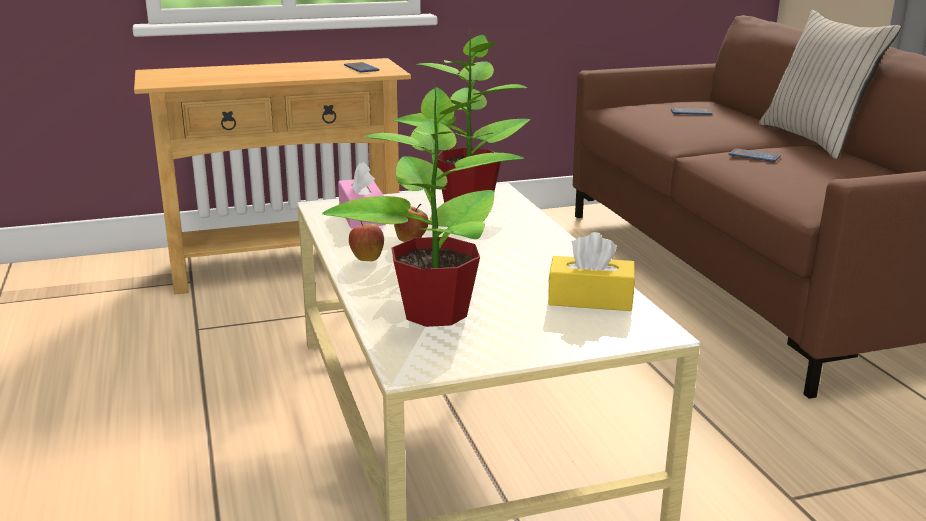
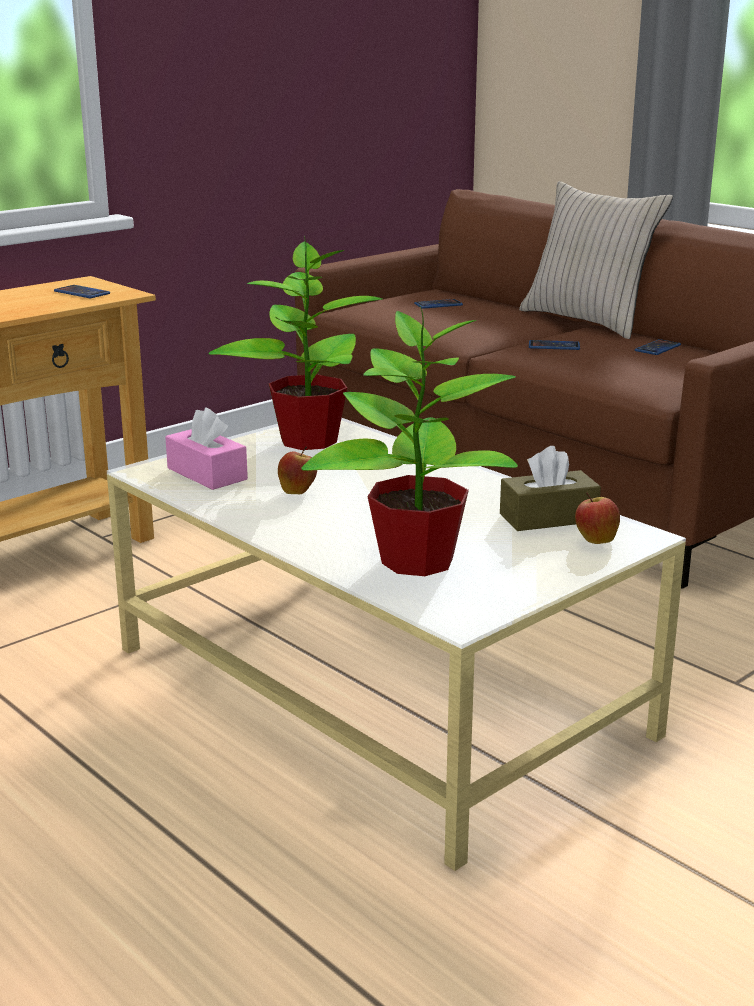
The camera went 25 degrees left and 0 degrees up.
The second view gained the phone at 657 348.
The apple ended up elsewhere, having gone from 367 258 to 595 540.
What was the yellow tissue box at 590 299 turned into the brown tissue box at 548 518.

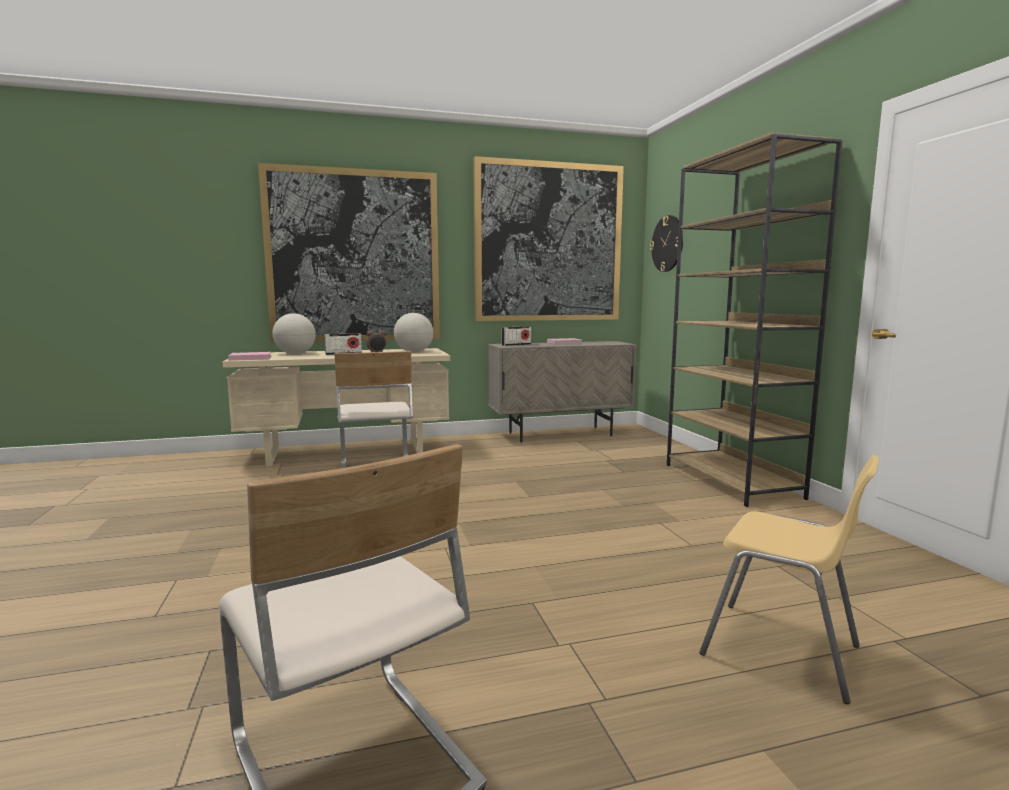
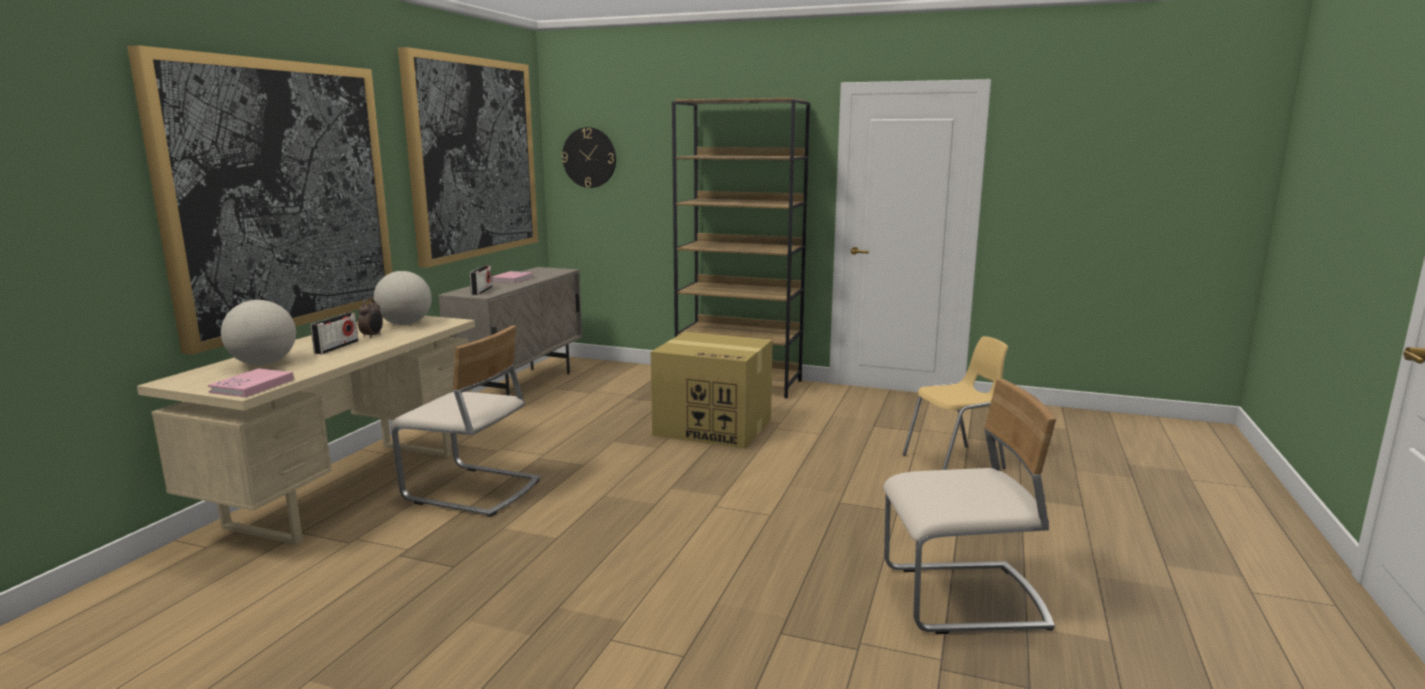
The camera went 55 degrees left and 5 degrees up.
The second view gained the cardboard box at 714 427.

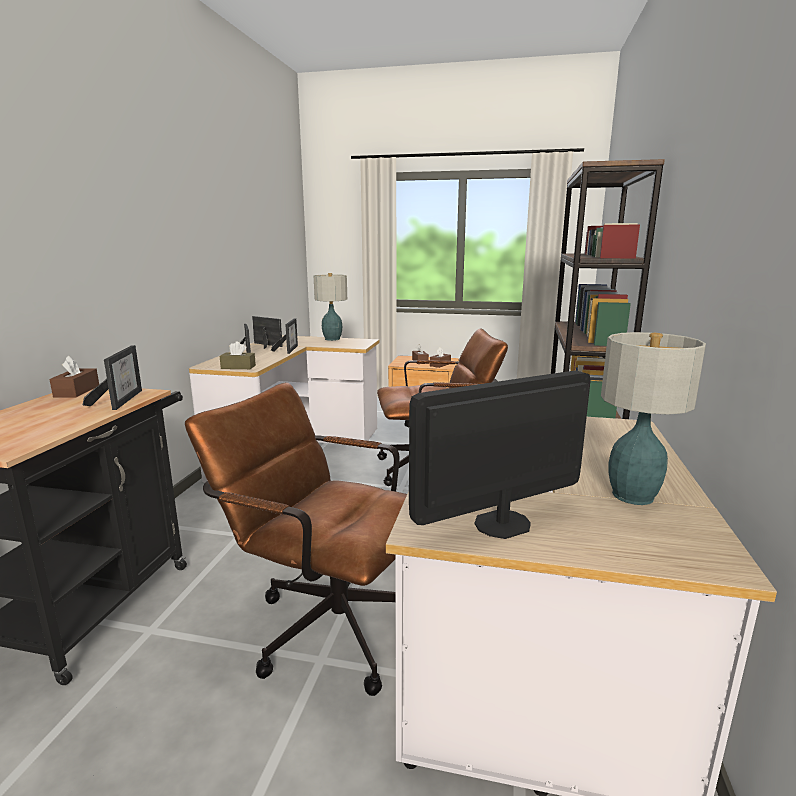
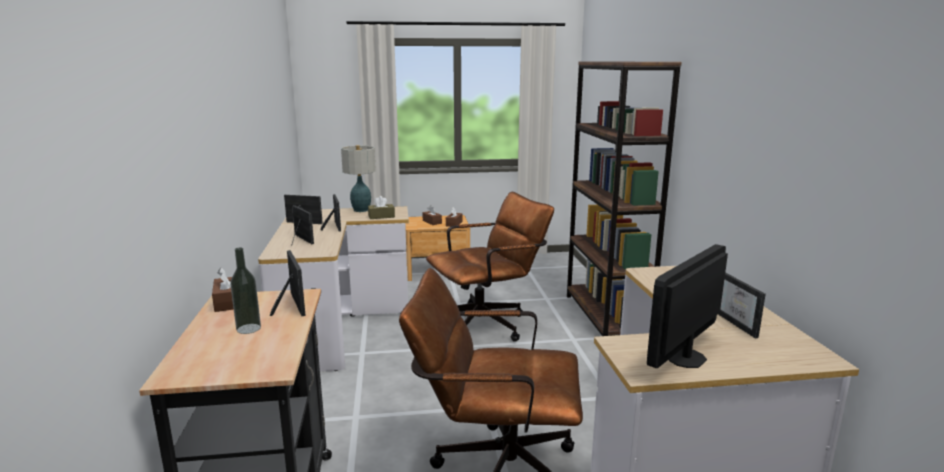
The camera went 20 degrees left and 0 degrees up.
The second view gained the bottle at 248 328.
The brown tissue box ended up elsewhere, having gone from 238 367 to 381 216.
Where the table lamp stood at 633 496, the picture frame came to stand at 741 324.

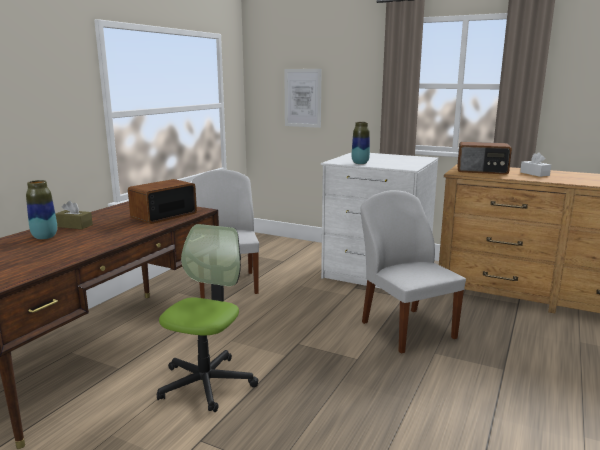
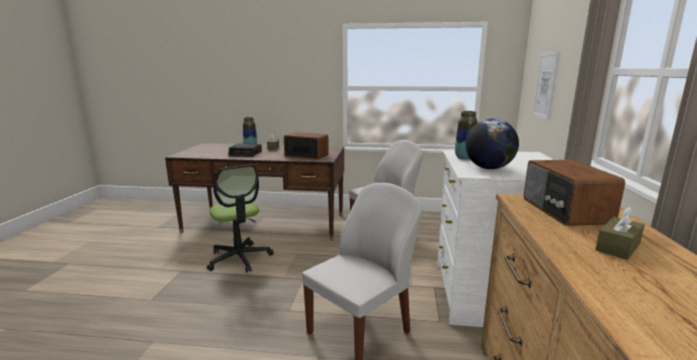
The camera went 70 degrees right and 0 degrees up.
The second view gained the alarm clock at 246 153.
The second view gained the globe at 488 168.
What was the white tissue box at 534 174 turned into the brown tissue box at 618 247.
The office chair at 206 383 ended up facing another way, 60 degrees clockwise from before.

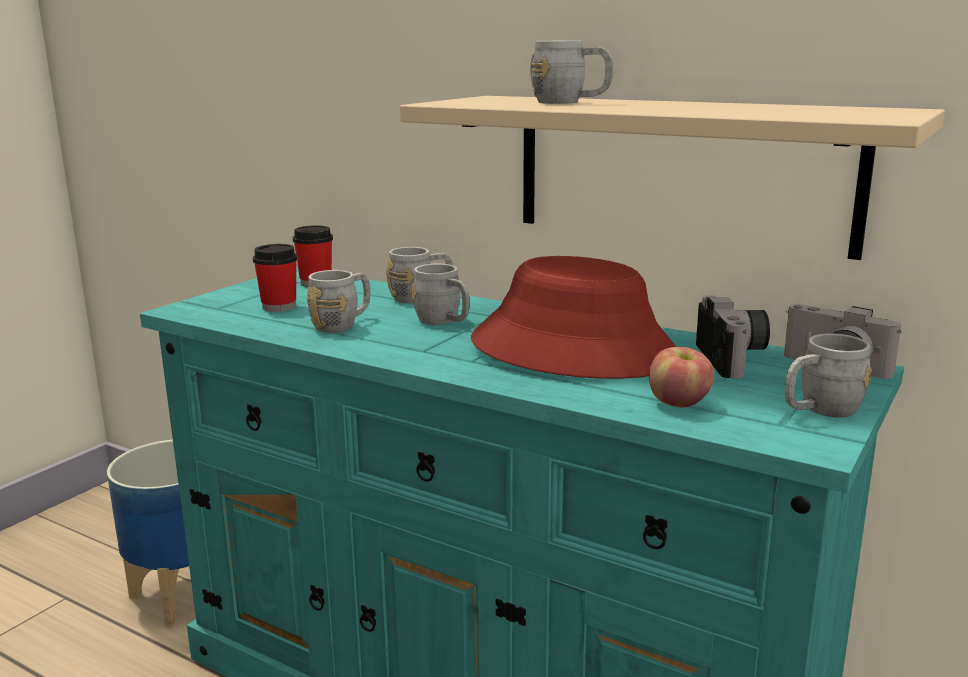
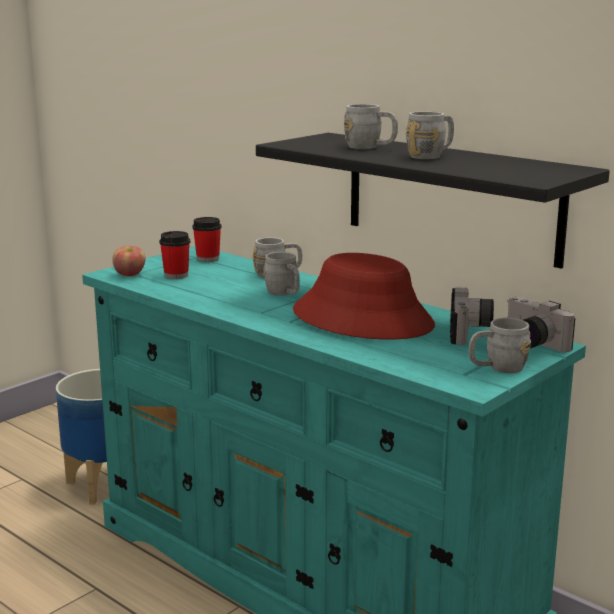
The camera went 10 degrees right and 0 degrees up.
The grey mug ended up elsewhere, having gone from 343 324 to 431 155.
The apple ended up elsewhere, having gone from 679 403 to 130 275.
What was the beige shelf at 681 171 turned into the black shelf at 451 197.

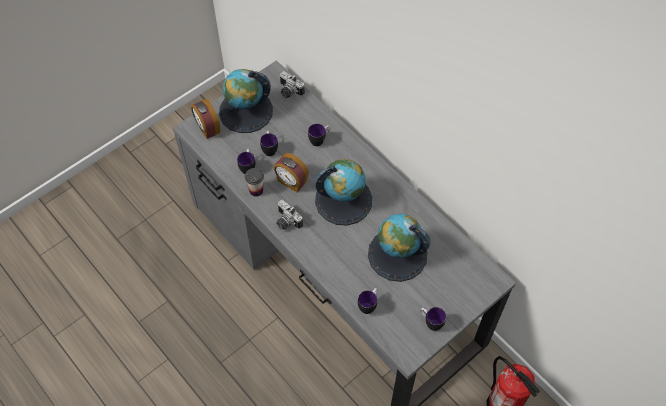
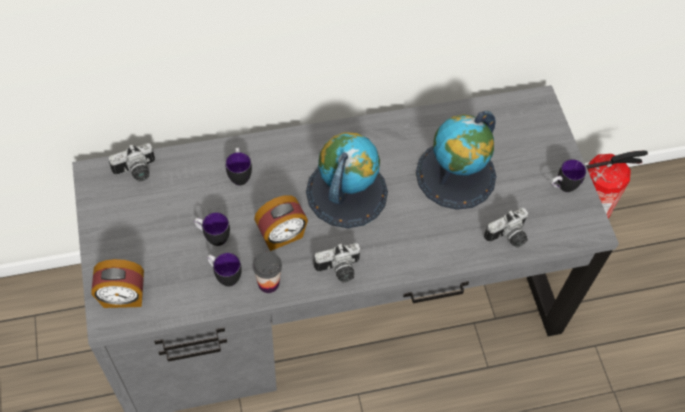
The camera went 65 degrees left and 0 degrees up.
The second view lost the globe at 246 111.
Where the mug stood at 368 305, the photo camera came to stand at 508 237.

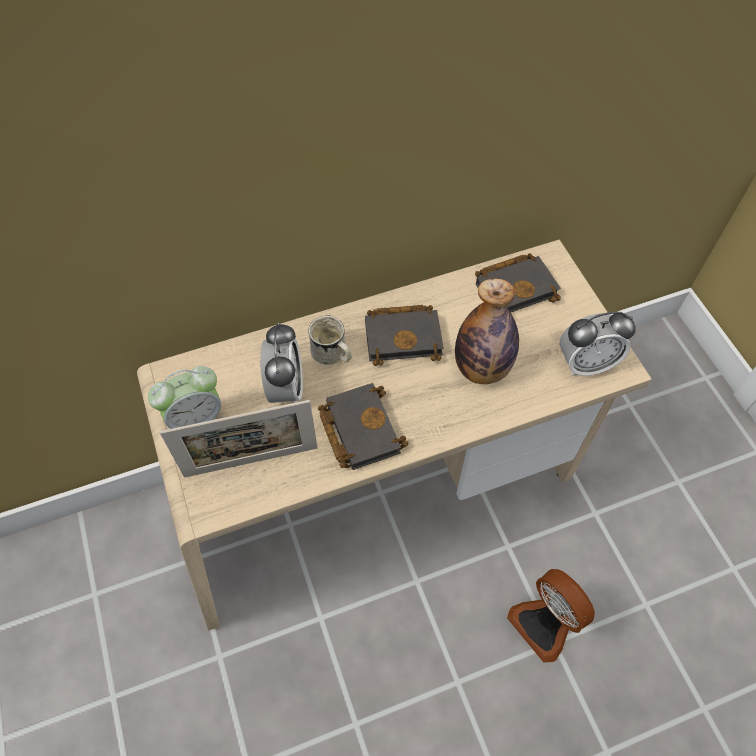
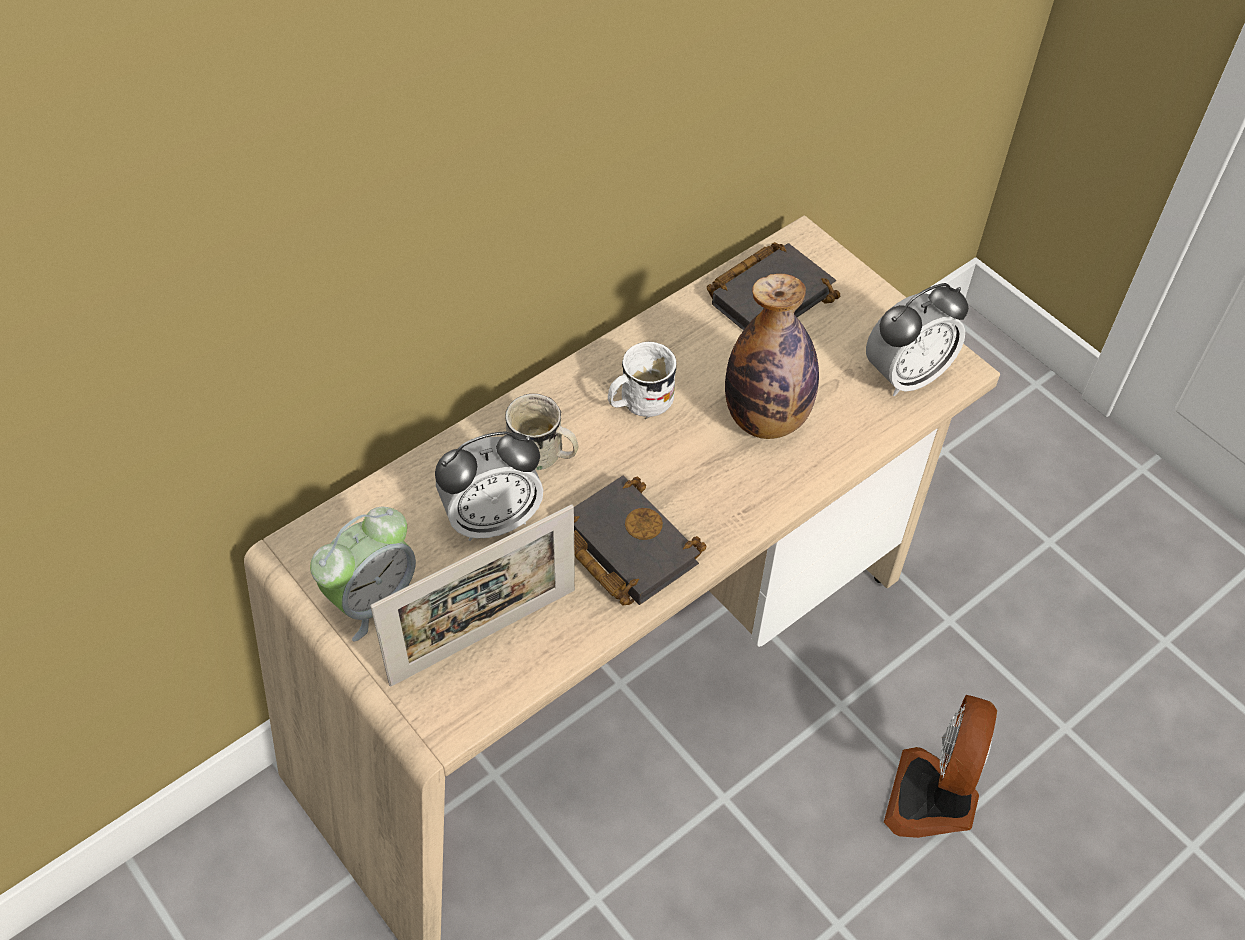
The camera went 20 degrees left and 5 degrees down.
Where the black book stood at 405 336, the white mug came to stand at 638 402.
The alarm clock at 286 388 ended up facing another way, 90 degrees clockwise from before.
The fan at 544 623 ended up facing another way, 75 degrees clockwise from before.

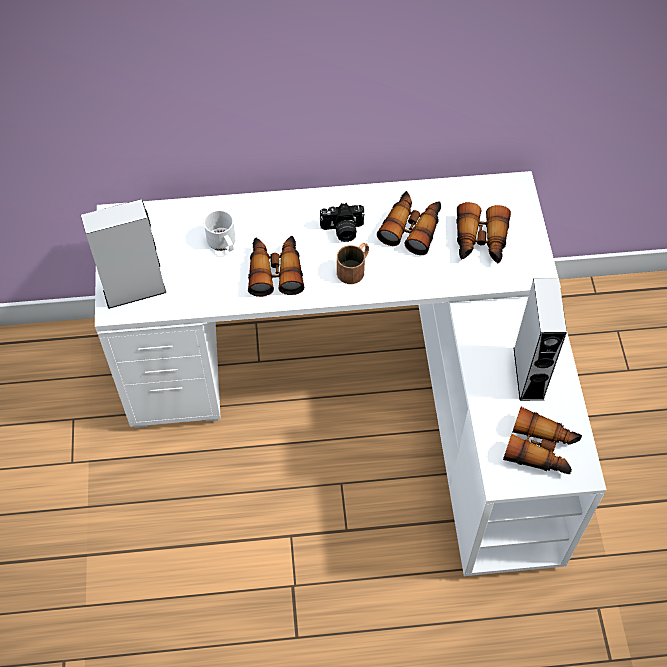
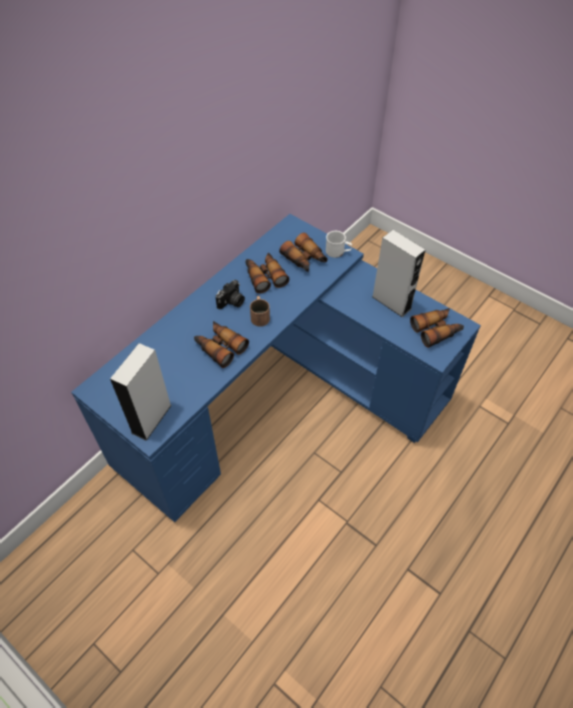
The camera went 45 degrees left and 5 degrees down.
The white mug ended up elsewhere, having gone from 223 243 to 338 252.
What was the white desk at 369 390 turned into the blue desk at 278 398.

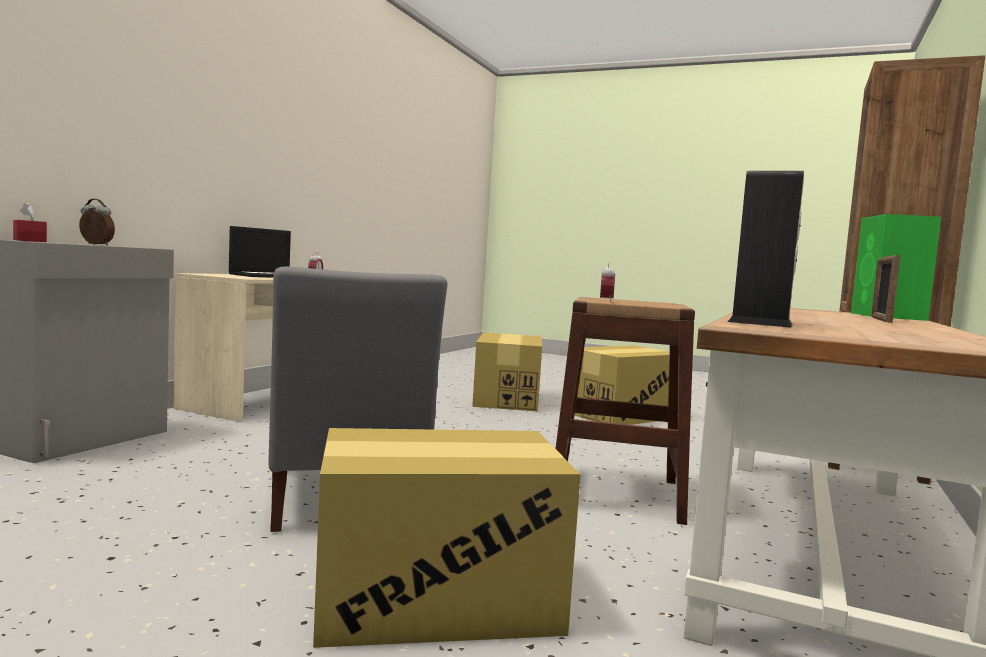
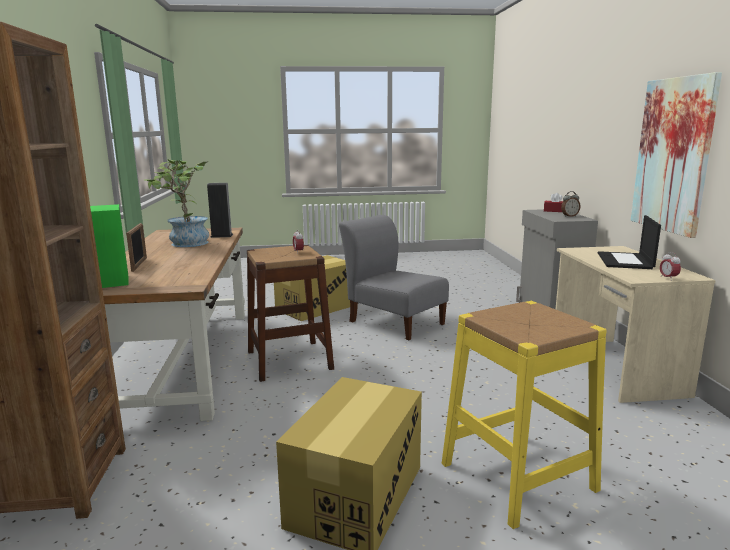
The camera went 150 degrees right and 10 degrees up.
The second view gained the potted plant at 185 244.
The second view gained the picture at 673 155.
Where the cardboard box stood at 506 399, the yellow stool came to stand at 517 476.

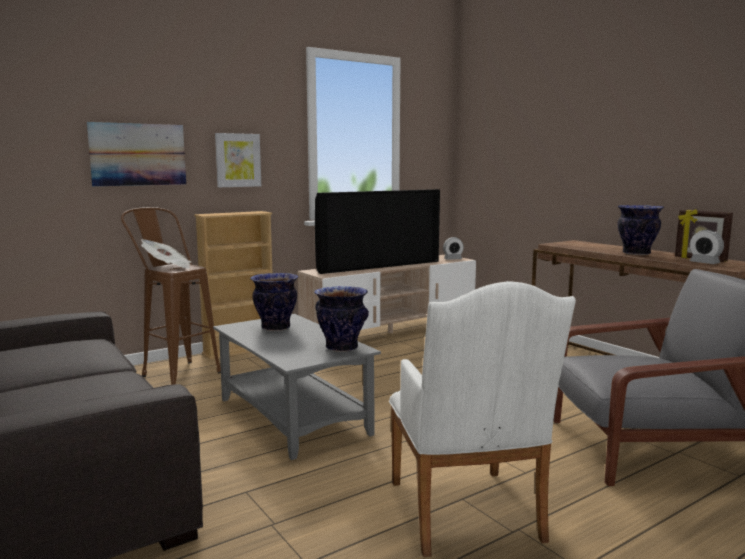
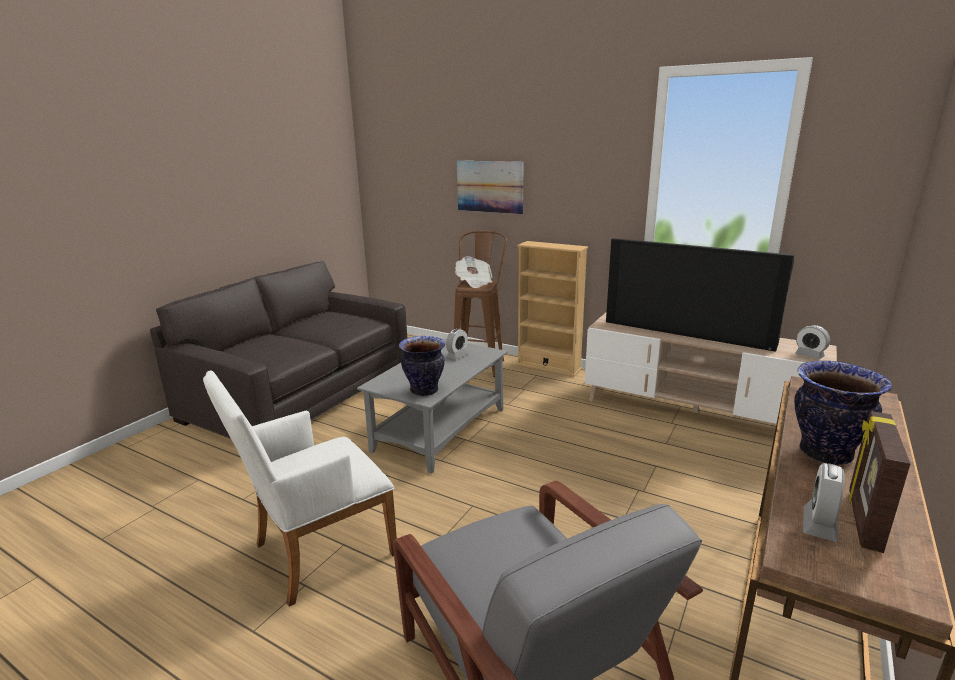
The camera went 65 degrees right and 10 degrees up.
The second view lost the picture at 238 160.
Where the vase stood at 275 328, the alarm clock came to stand at 457 356.

